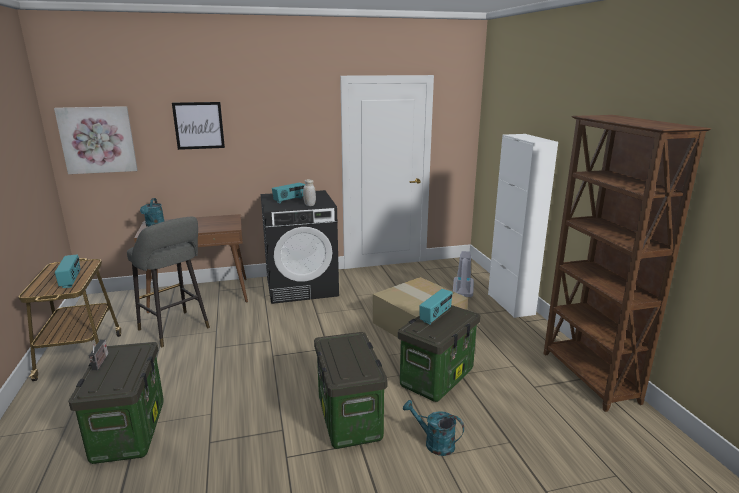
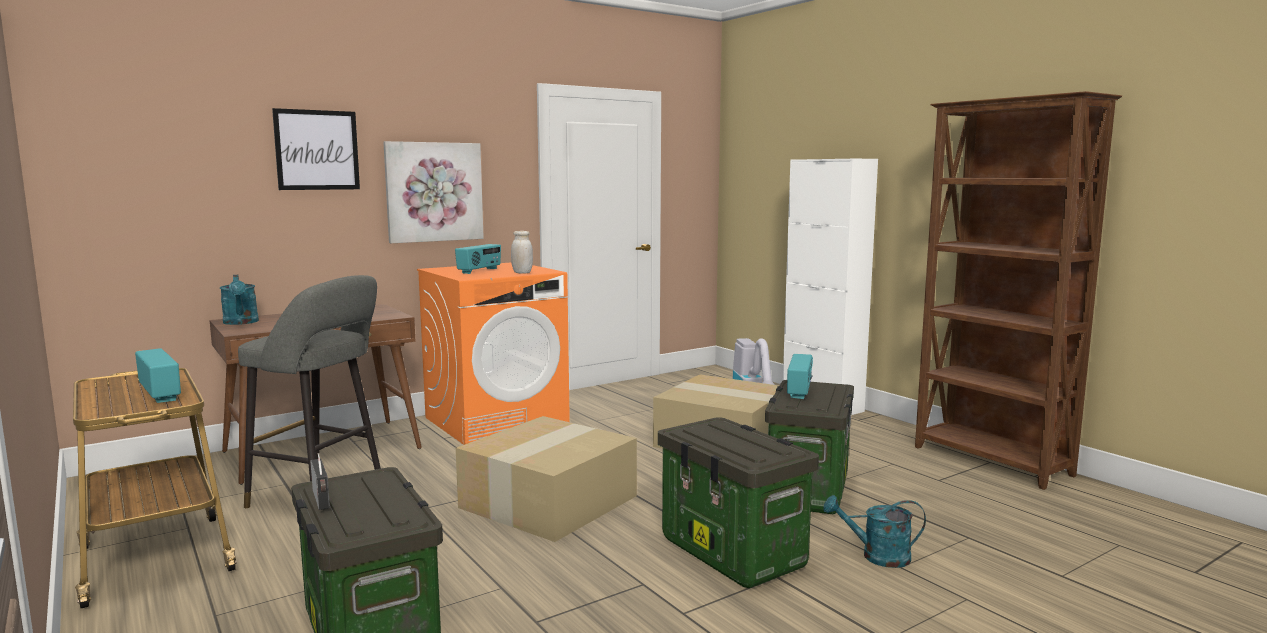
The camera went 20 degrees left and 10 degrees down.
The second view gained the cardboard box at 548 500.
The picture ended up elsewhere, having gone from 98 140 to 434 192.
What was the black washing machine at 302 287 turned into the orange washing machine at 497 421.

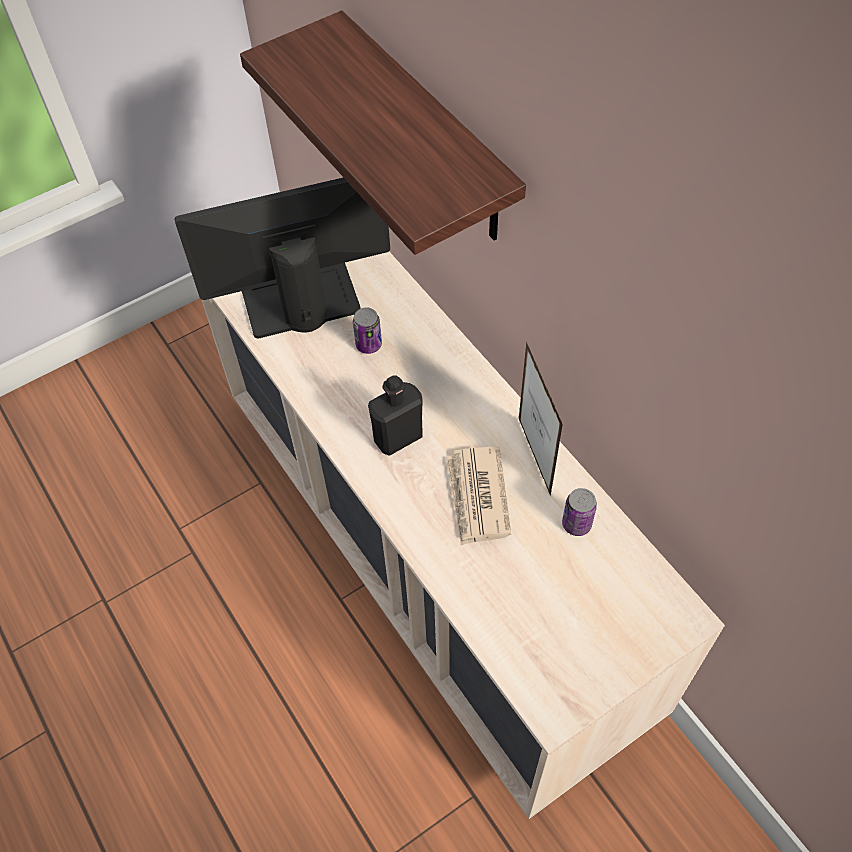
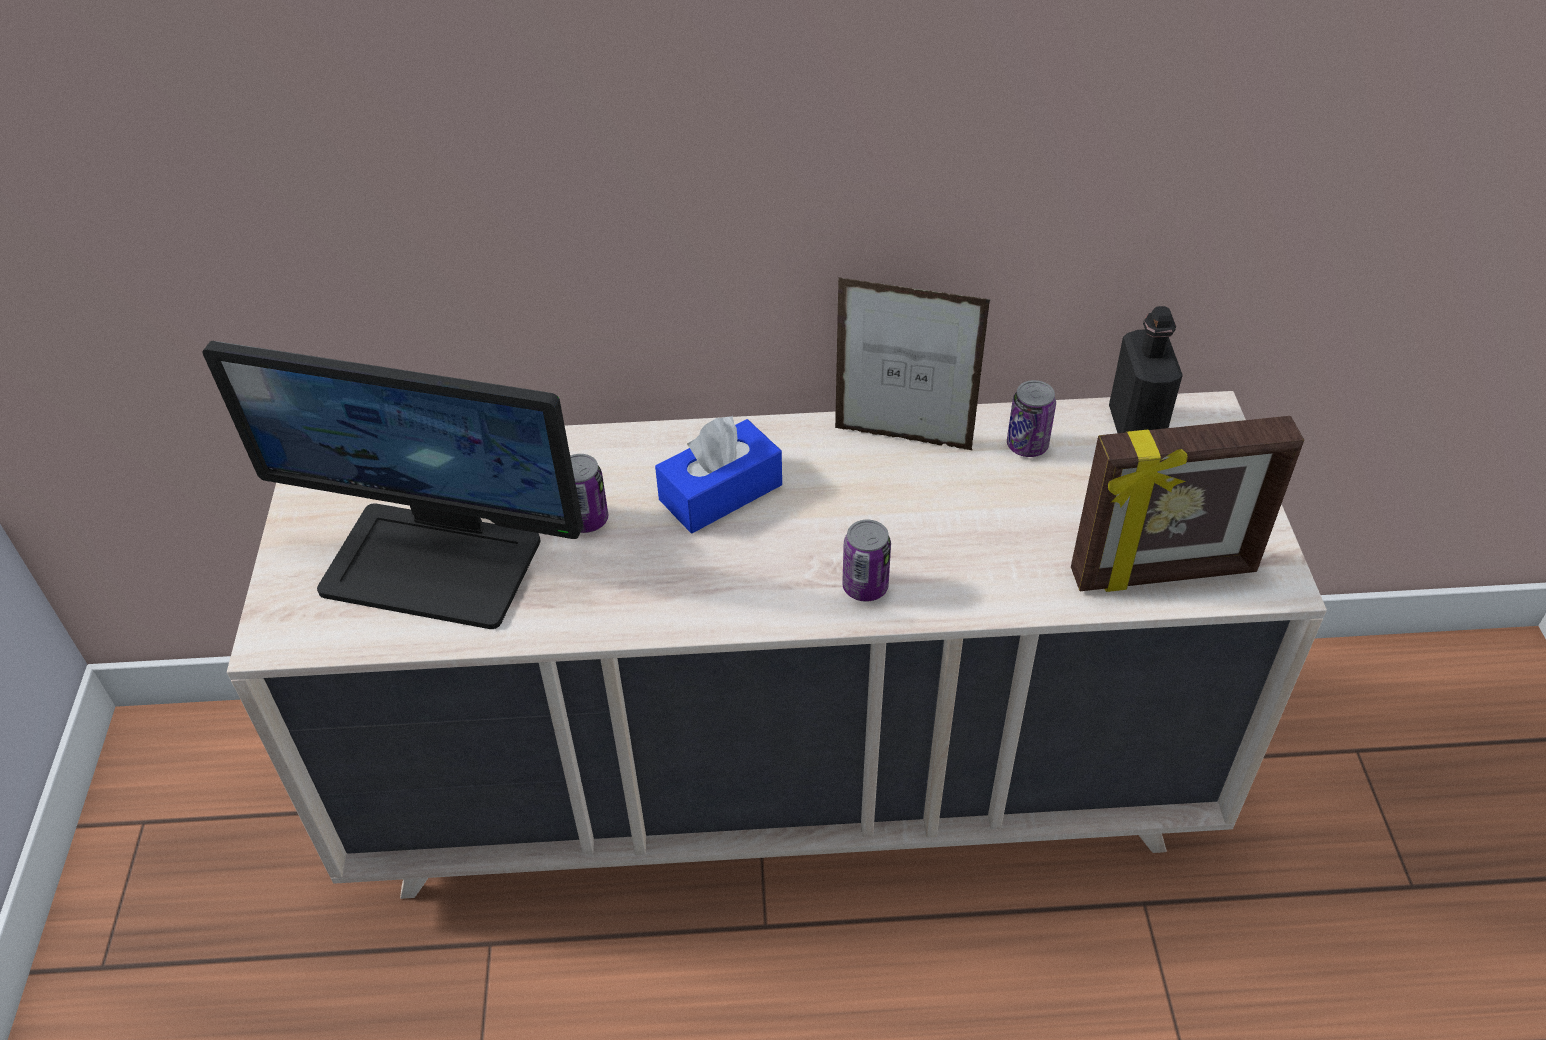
The camera went 60 degrees left and 10 degrees down.
The second view lost the shelf at 428 132.
The second view lost the newspaper at 477 497.
The second view gained the blue tissue box at 720 492.
The second view gained the can at 865 587.
The second view gained the picture frame at 1163 574.
The black bottle ended up elsewhere, having gone from 398 437 to 1135 427.
The monitor at 300 302 ended up facing another way, 90 degrees counterclockwise from before.

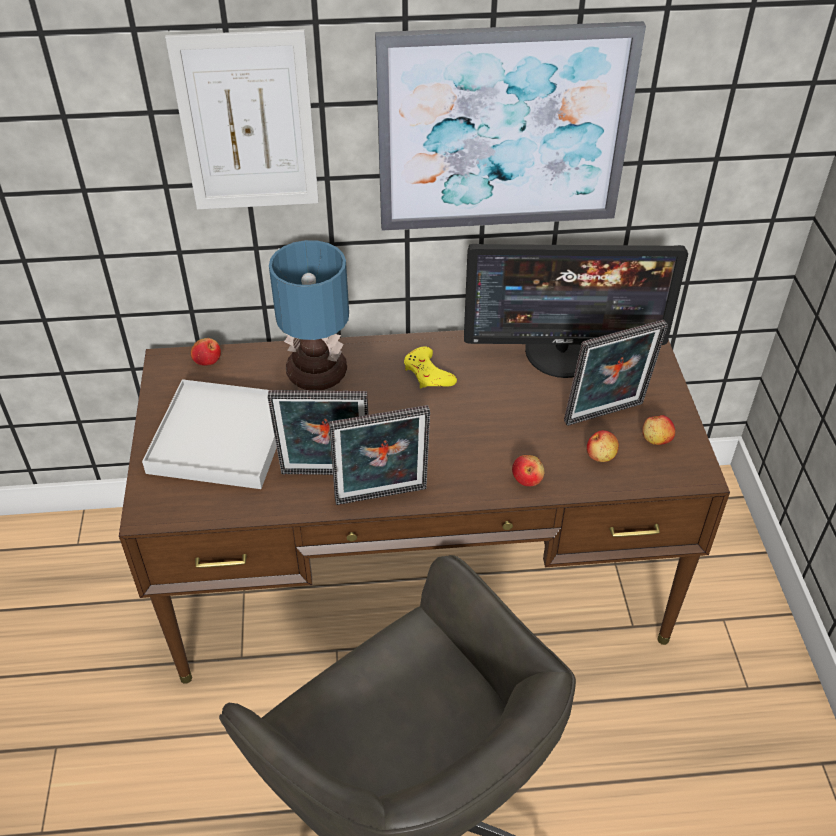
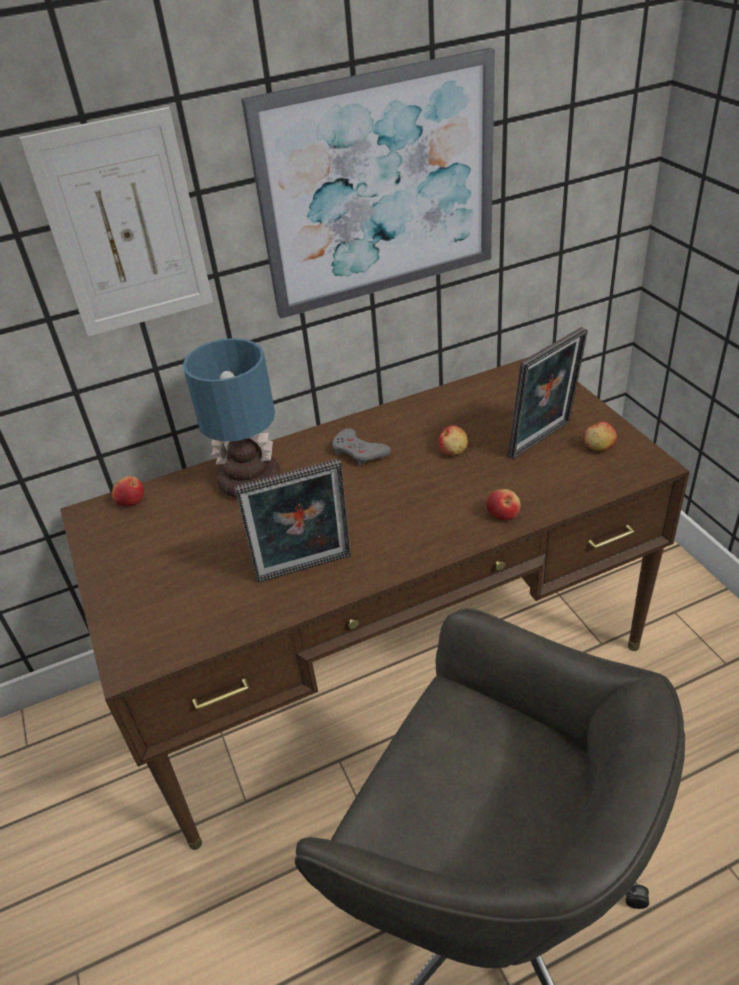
The camera went 15 degrees left and 5 degrees down.
The second view lost the white tray at 221 438.
The second view lost the picture frame at 382 498.
The second view lost the monitor at 562 352.
The apple ended up elsewhere, having gone from 601 455 to 453 451.
What was the yellow game controller at 428 373 turned into the grey game controller at 359 452.

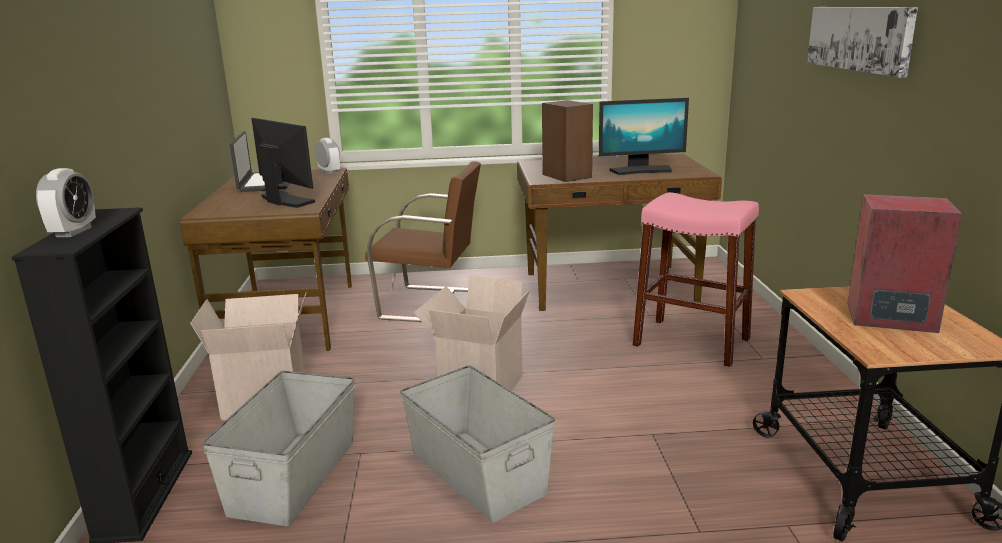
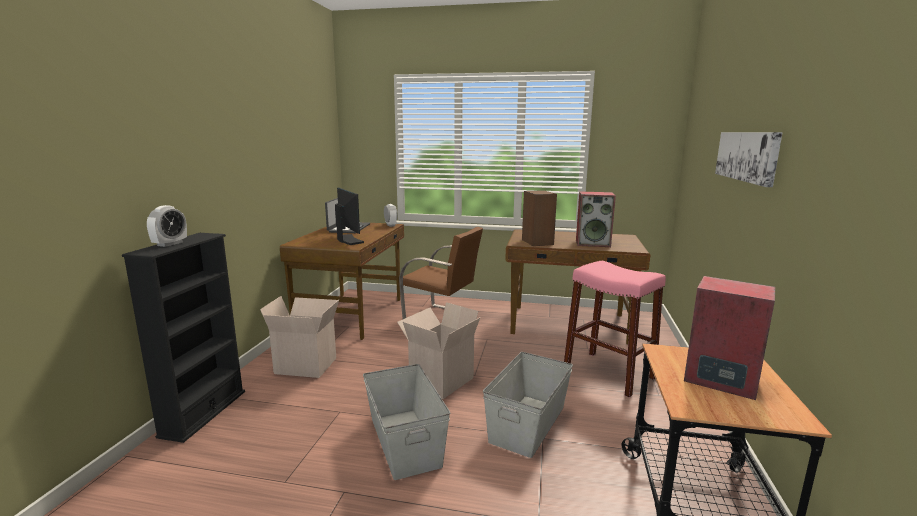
The camera went 15 degrees right and 5 degrees down.
The grey storage box ended up elsewhere, having gone from 295 476 to 528 423.
Where the monitor stood at 641 170, the speaker came to stand at 593 243.

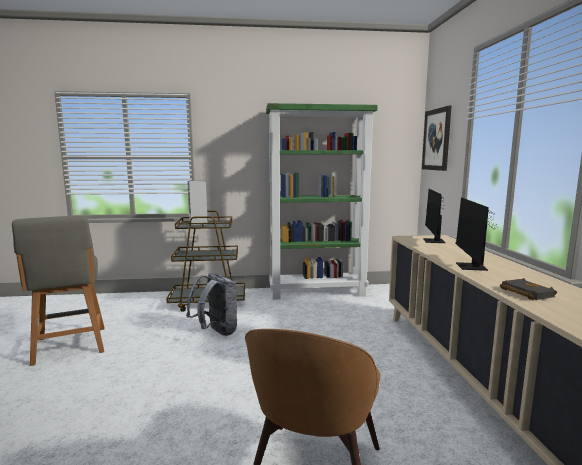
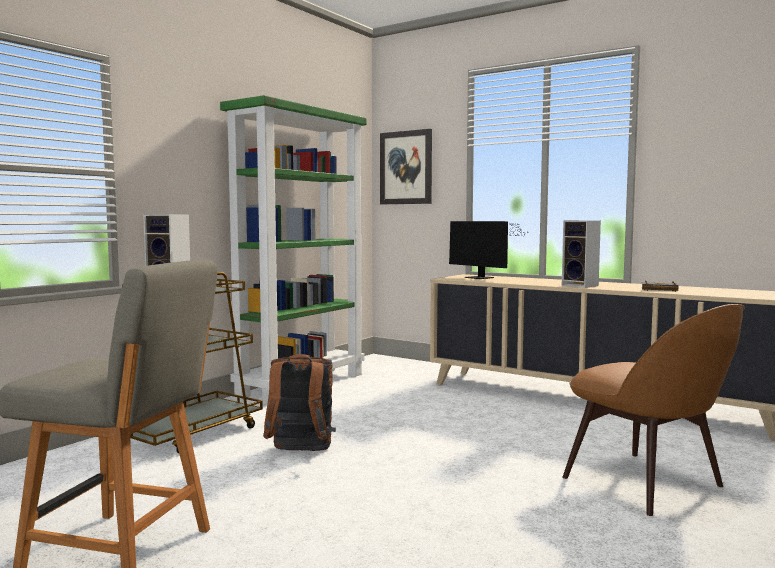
The camera went 50 degrees left and 5 degrees down.
Where the monitor stood at 471 268, the speaker came to stand at 581 285.
What was the grey backpack at 216 332 turned into the brown backpack at 300 452.

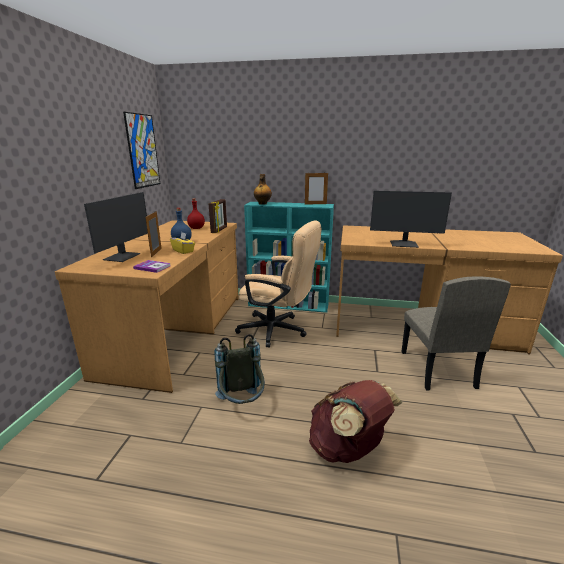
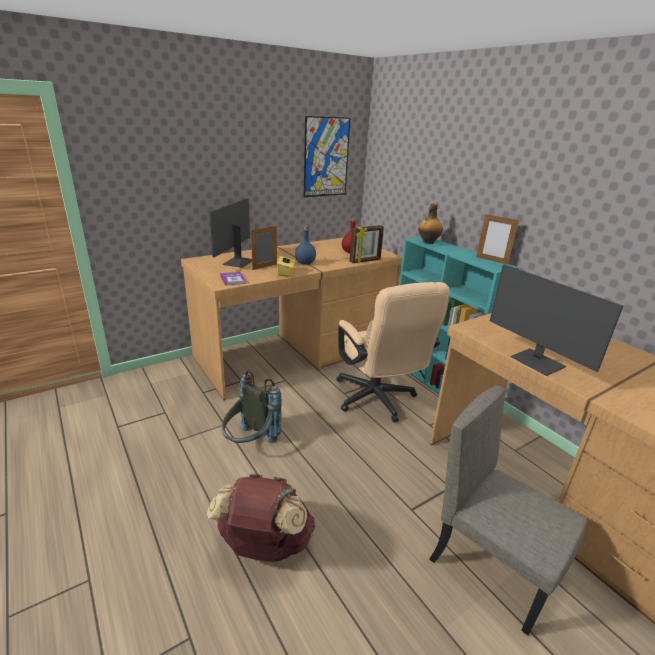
The camera went 45 degrees right and 5 degrees up.
The monitor at 123 257 ended up facing another way, 135 degrees clockwise from before.
The beige chair at 436 369 ended up facing another way, 90 degrees clockwise from before.

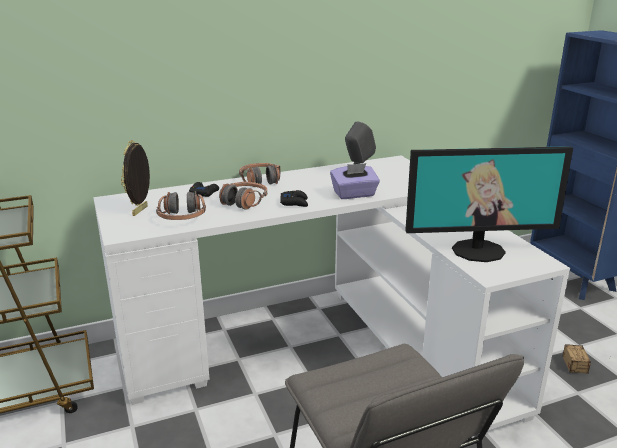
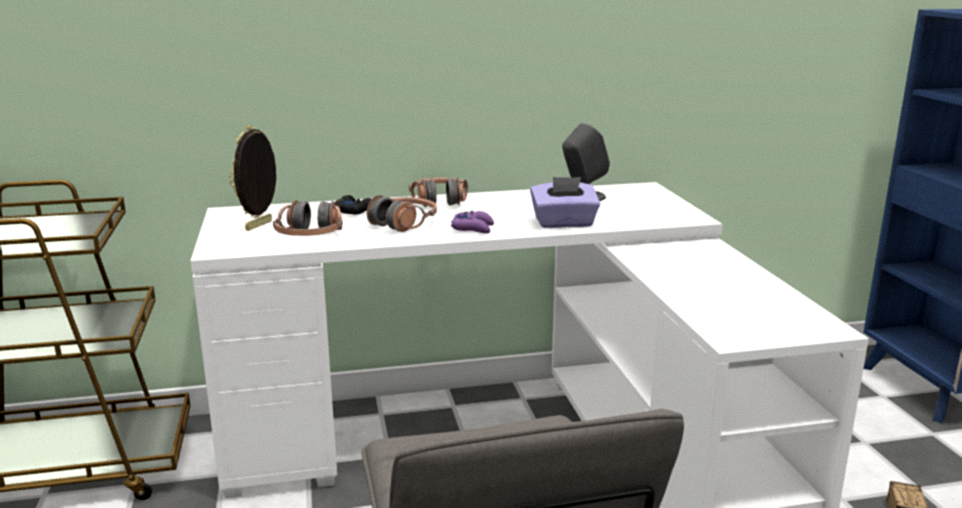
The camera went 10 degrees right and 5 degrees down.
The second view lost the monitor at 478 250.
What was the black game controller at 294 202 turned into the purple game controller at 473 228.

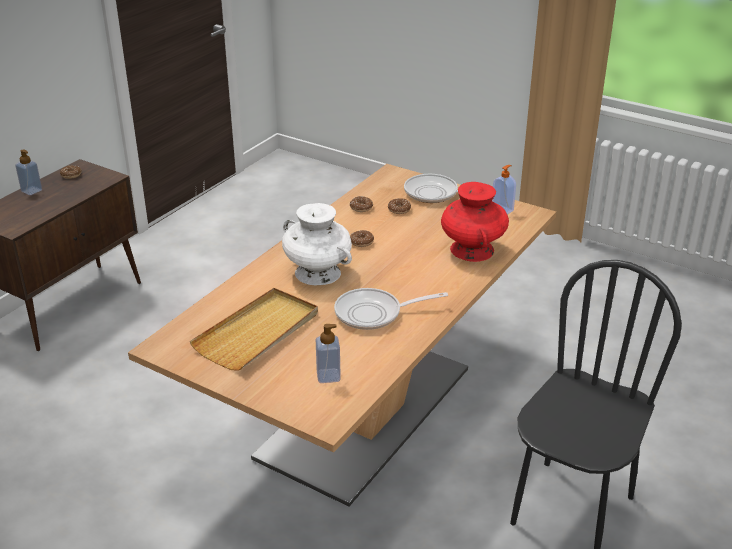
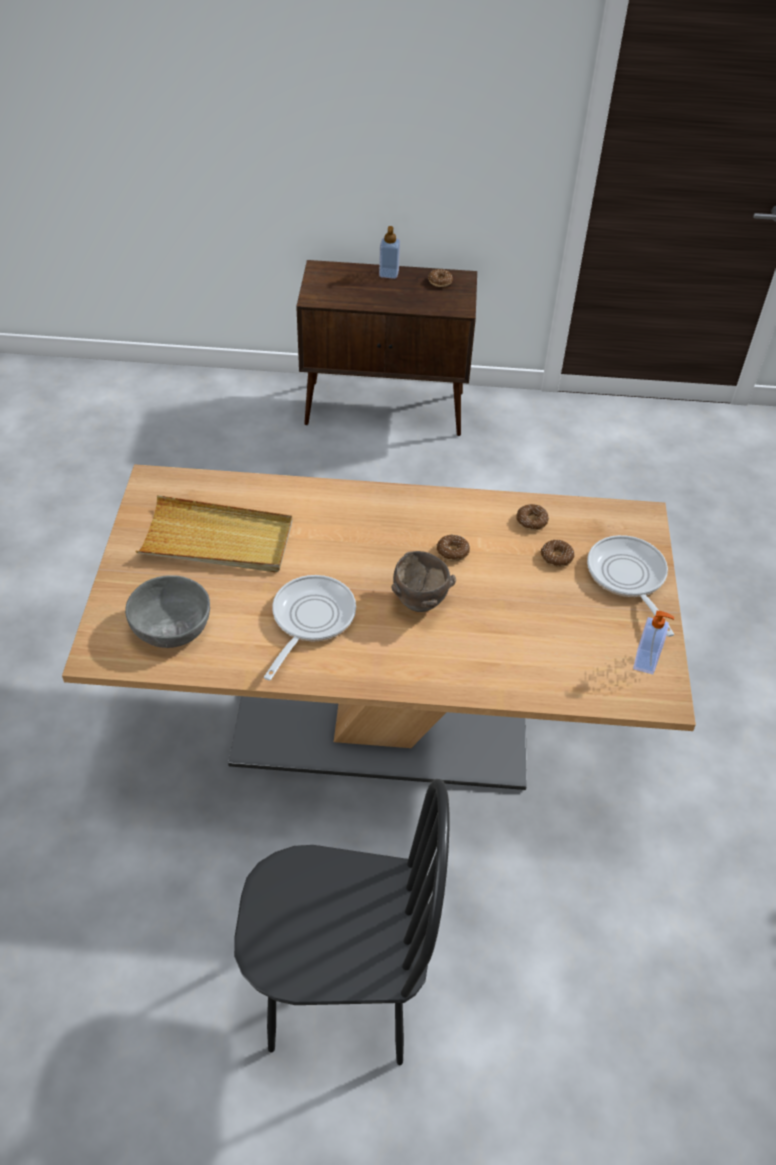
The camera went 60 degrees right and 15 degrees up.
The second view lost the white vase at 317 273.
The second view lost the red vase at 472 249.
The second view gained the brown bowl at 420 604.
Where the soap dispenser stood at 328 376, the grey bowl came to stand at 172 626.
The frying pan at 374 314 ended up facing another way, 60 degrees clockwise from before.

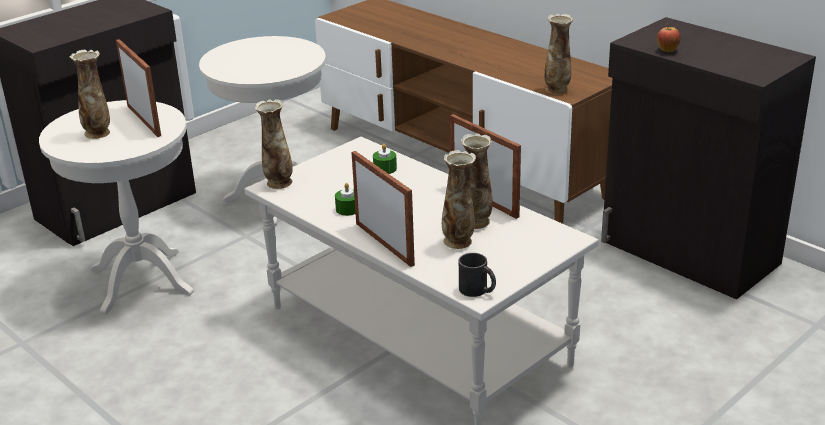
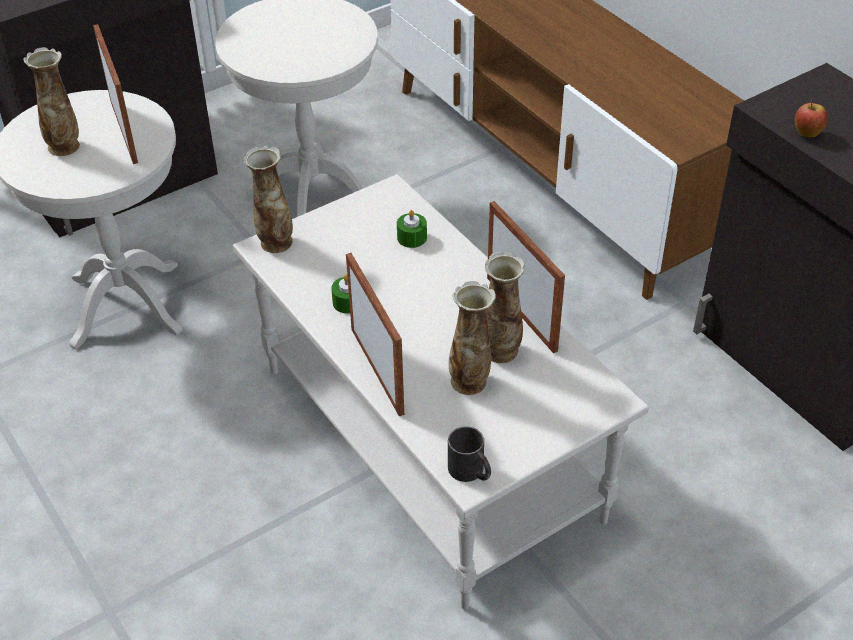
The camera went 10 degrees right and 15 degrees up.
The second view lost the vase at 557 90.

